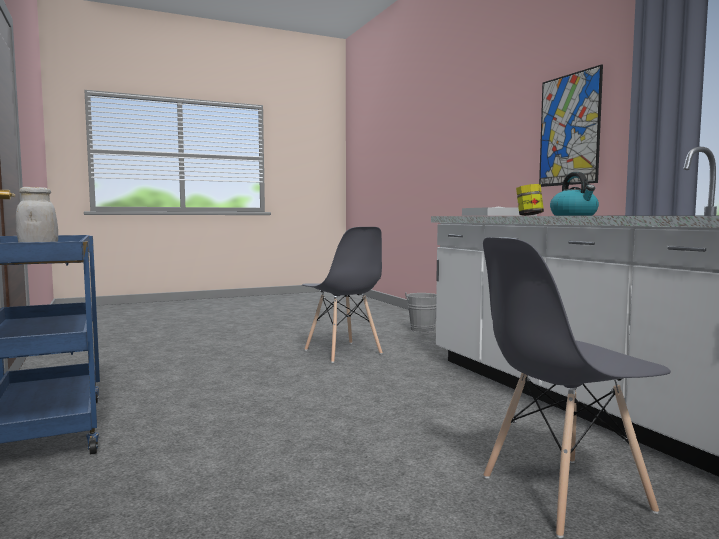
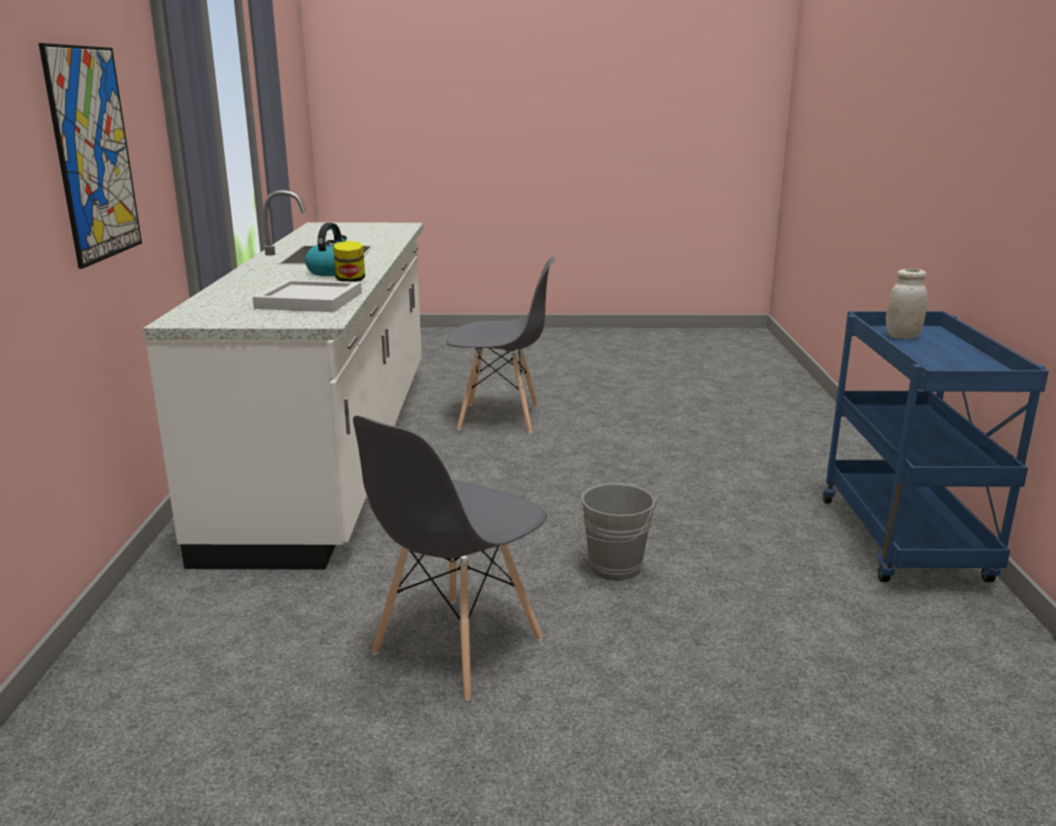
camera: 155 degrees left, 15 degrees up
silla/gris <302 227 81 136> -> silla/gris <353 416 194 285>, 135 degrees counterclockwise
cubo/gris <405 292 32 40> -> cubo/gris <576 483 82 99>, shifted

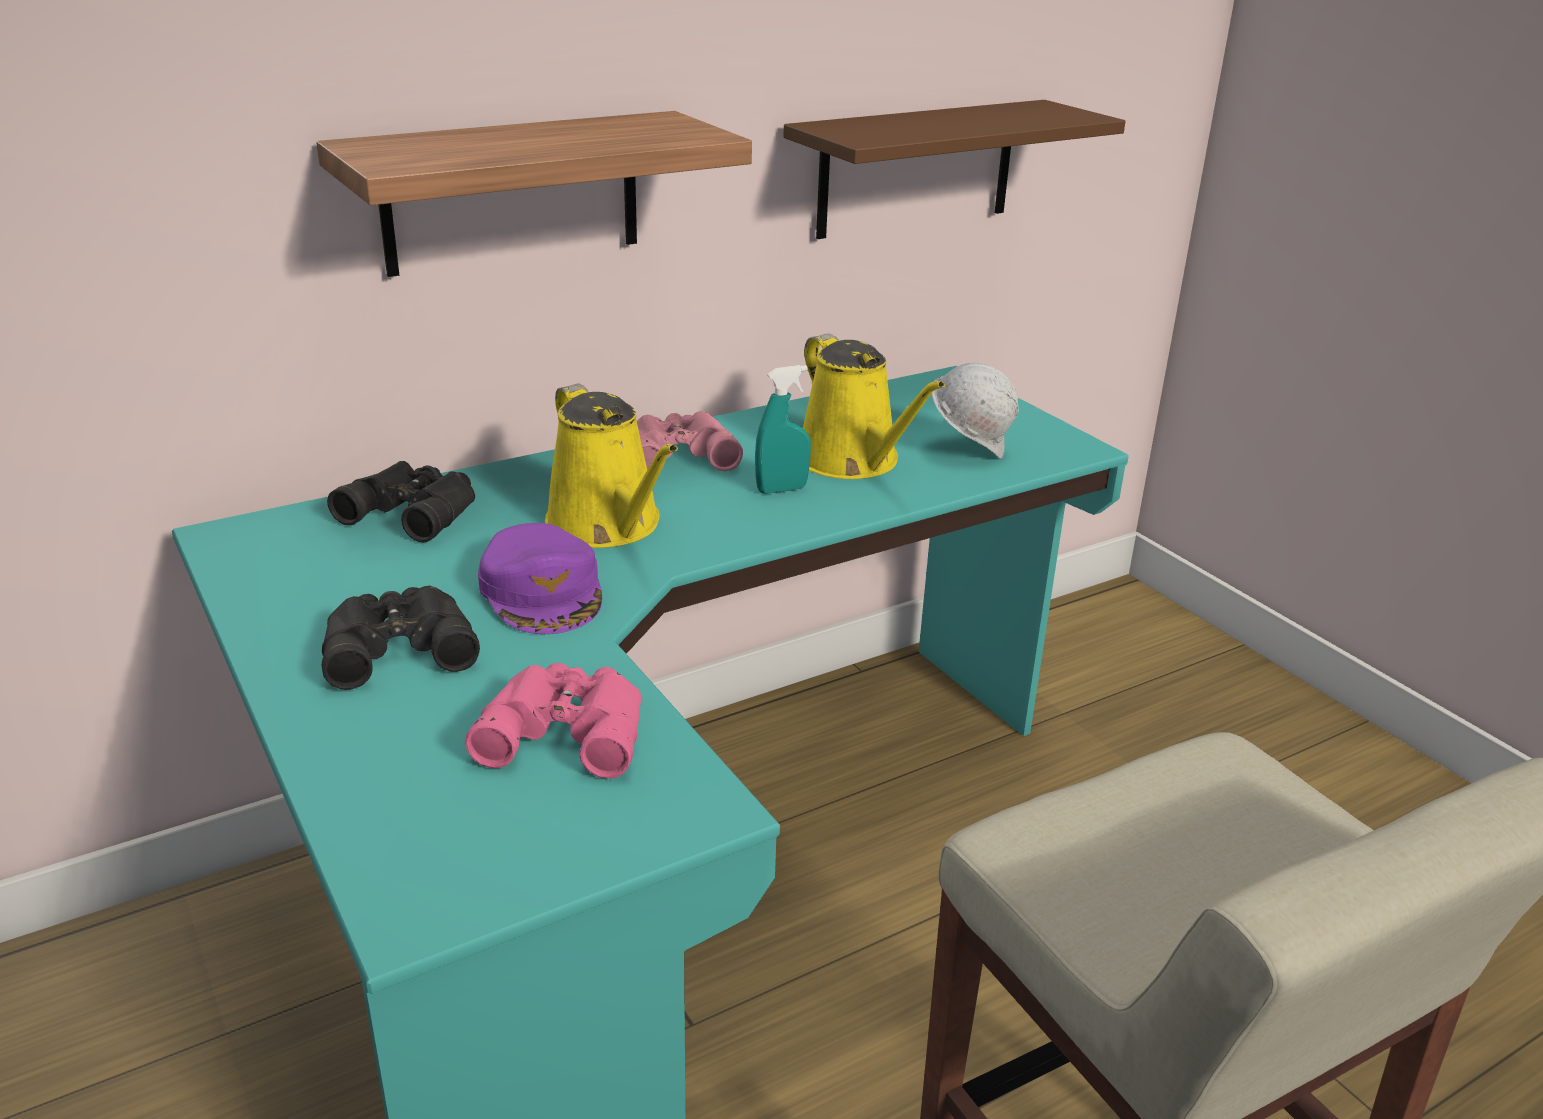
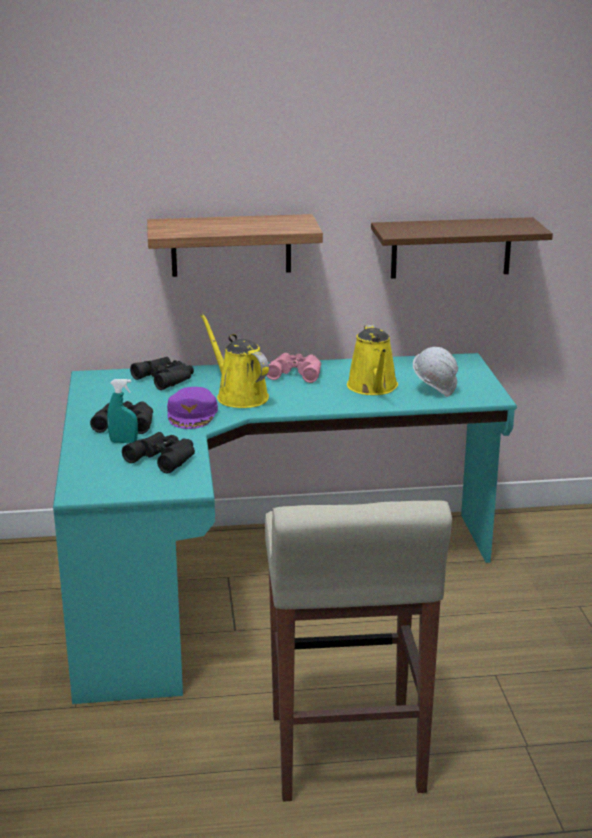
camera: 25 degrees right, 5 degrees down
pulverizador/turquesa <755 365 56 129> -> pulverizador/turquesa <107 379 31 64>, shifted
prismáticos/rosa <465 663 177 115> -> prismáticos/negro <122 432 73 42>
regadera/amarillo <545 383 133 165> -> regadera/amarillo <200 314 69 94>, 150 degrees clockwise

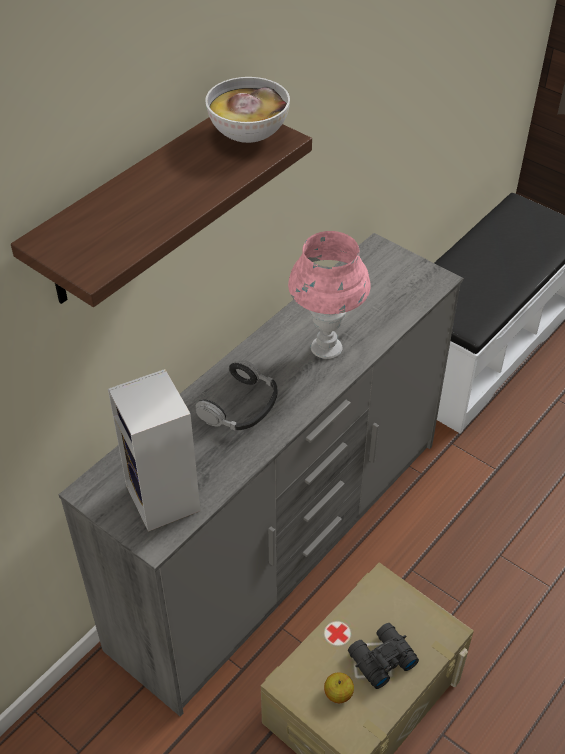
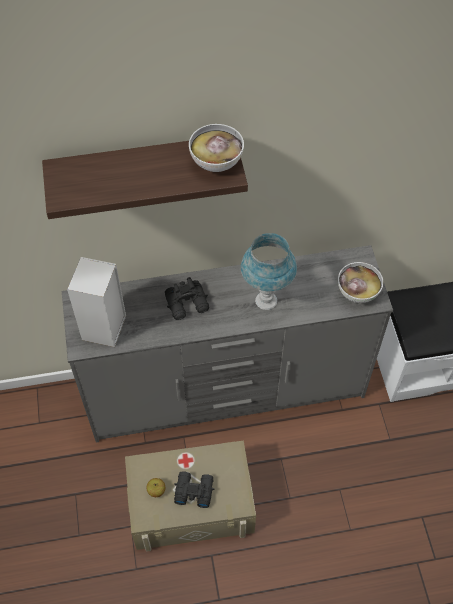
camera: 40 degrees right, 10 degrees up
auriculares <196 360 82 70> -> prismáticos/negro <165 277 44 43>
lámpara de mesa/rosa <288 231 82 128> -> lámpara de mesa/azul <241 233 56 77>
none -> cuenco <338 262 45 41>

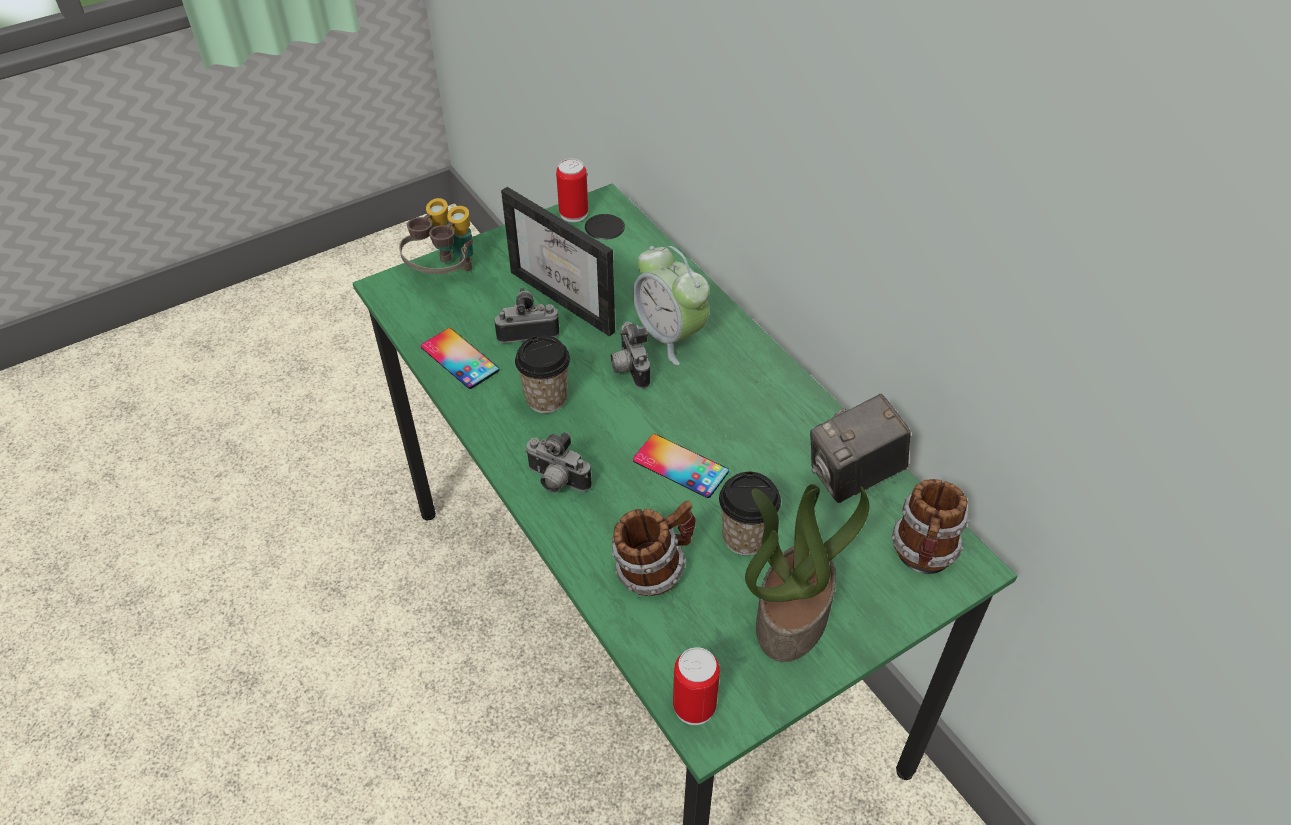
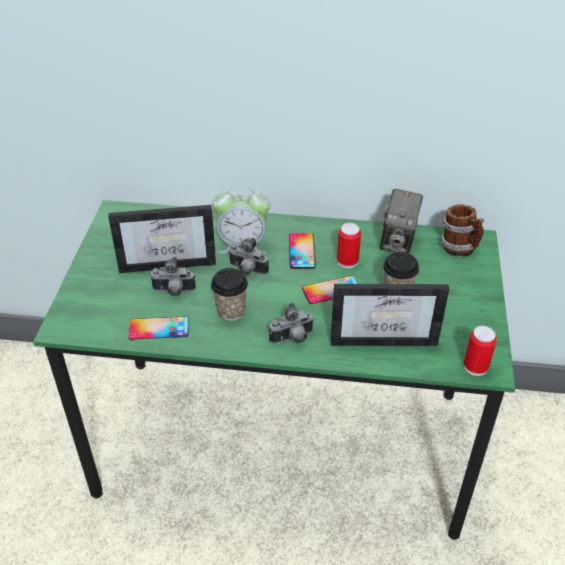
camera: 50 degrees left, 5 degrees down
cámara <494 287 66 56> -> cámara <150 257 46 39>, 120 degrees counterclockwise
none -> móvil <289 233 27 36>
taza grande <612 501 84 95> -> portarretratos <331 284 118 62>
lata <556 158 32 64> -> lata <337 223 24 45>, shifted
prismáticos <399 198 74 76> -> none
planta en maceta <745 484 124 178> -> none

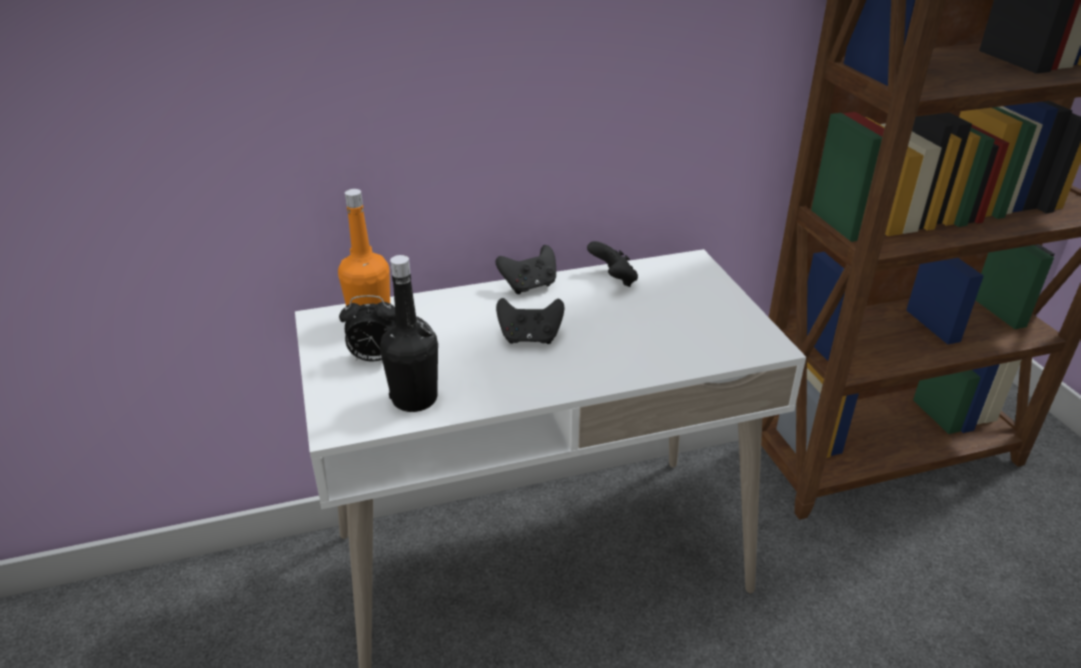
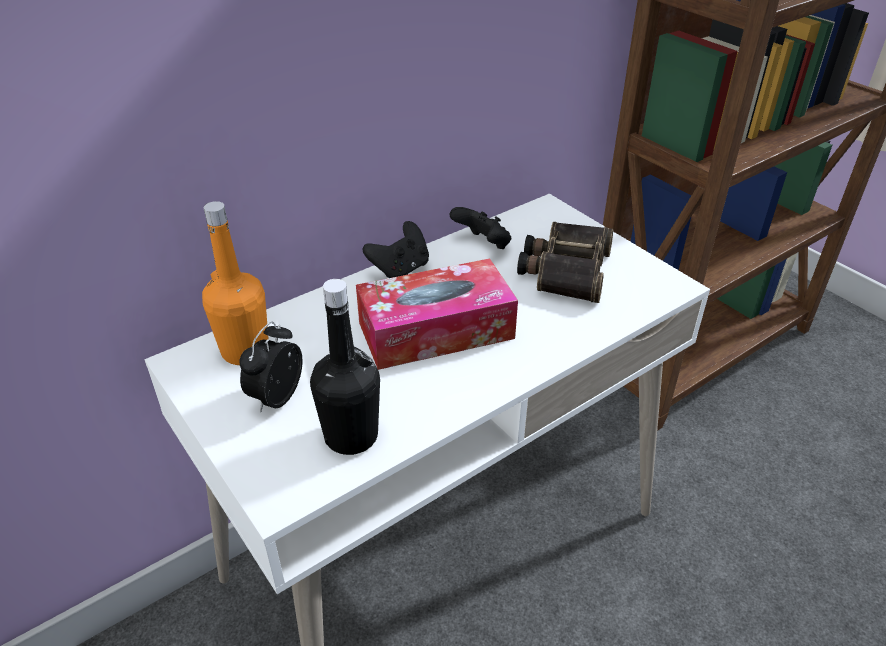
camera: 20 degrees left, 5 degrees up
despertador <339 295 57 67> -> despertador <239 322 64 90>, 135 degrees clockwise
mando de consola/negro <496 298 68 46> -> caja de pañuelos <356 259 162 111>
none -> prismáticos <517 222 96 81>

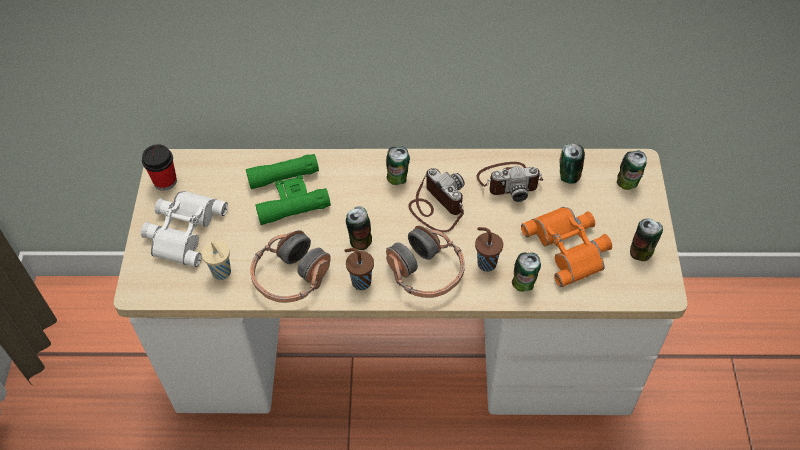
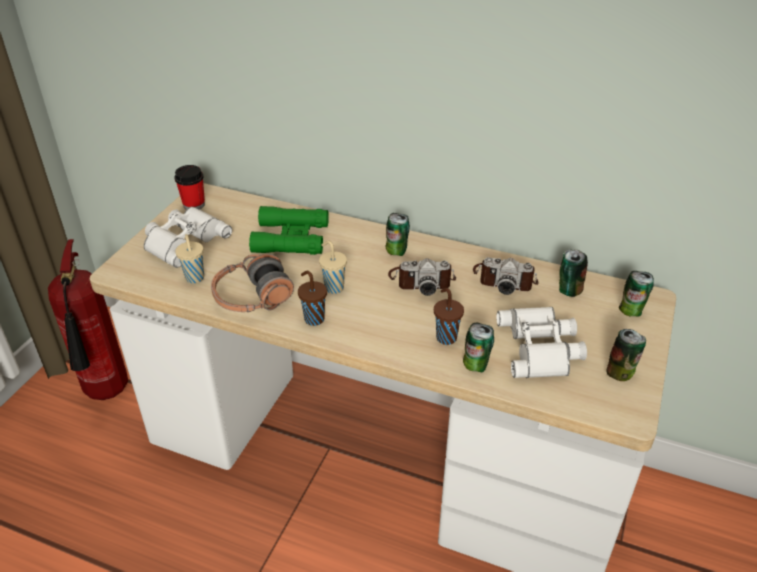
camera: 20 degrees right, 15 degrees down
none -> extintor <48 239 80 161>
lata <346 206 26 44> -> taza/beis <319 240 28 54>
cámara <409 168 56 64> -> cámara <388 258 68 38>, 105 degrees clockwise
prismáticos/naranja <521 207 91 80> -> prismáticos/blanco <496 307 91 71>
auriculares <386 225 79 73> -> none

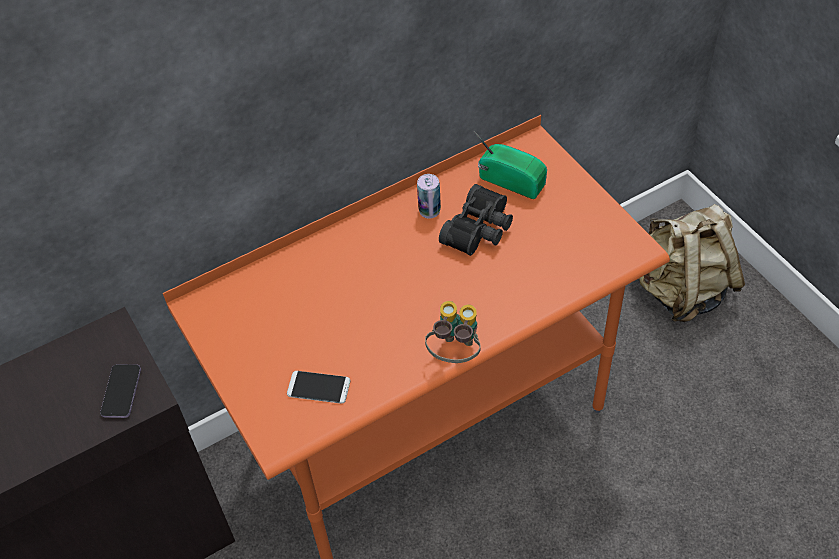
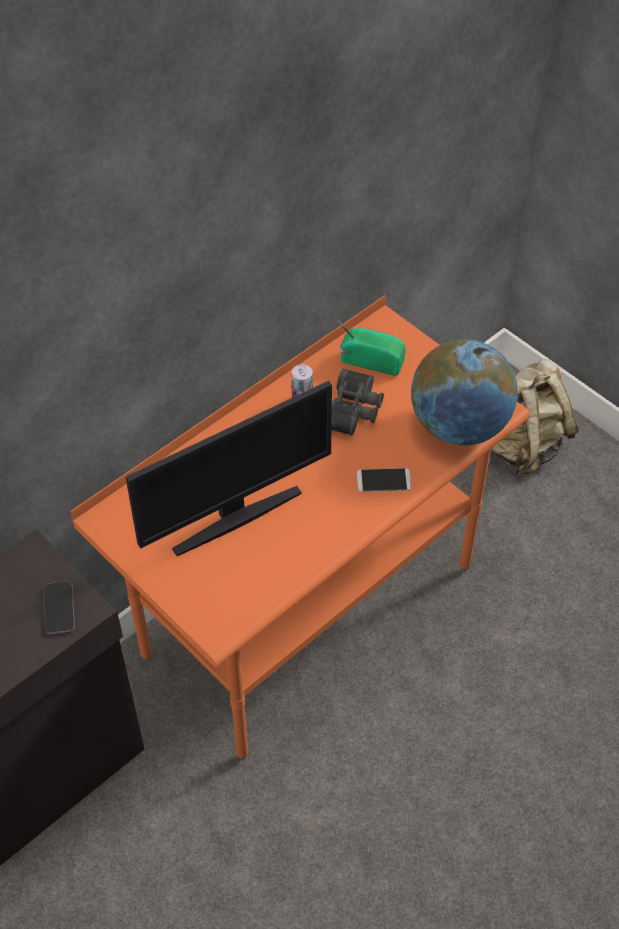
camera: 15 degrees left, 0 degrees up
none -> monitor <126 381 206 175>
móvil <287 371 64 33> -> móvil <357 468 55 24>, shifted
none -> globo terráqueo <411 339 107 106>
prismáticos <425 301 56 62> -> none

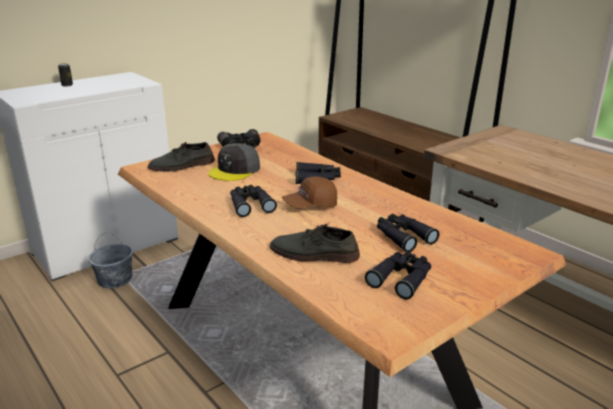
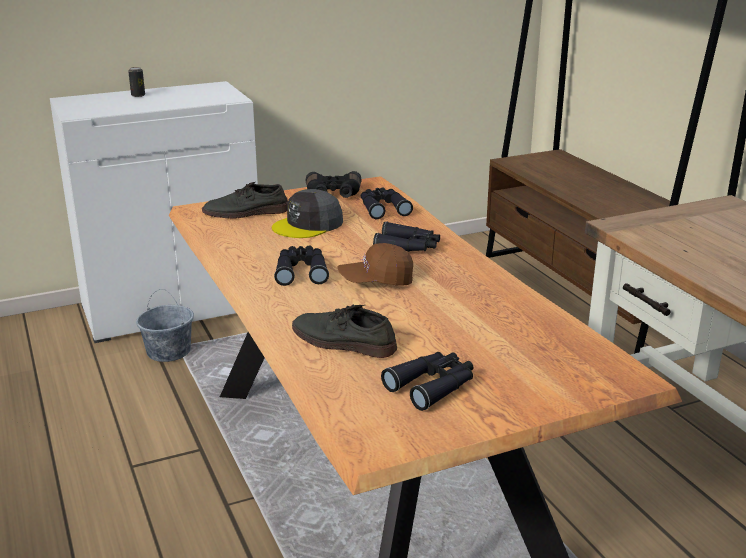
camera: 15 degrees right, 0 degrees up
prismáticos/negro <377 214 62 38> -> prismáticos/negro <361 187 52 32>, shifted

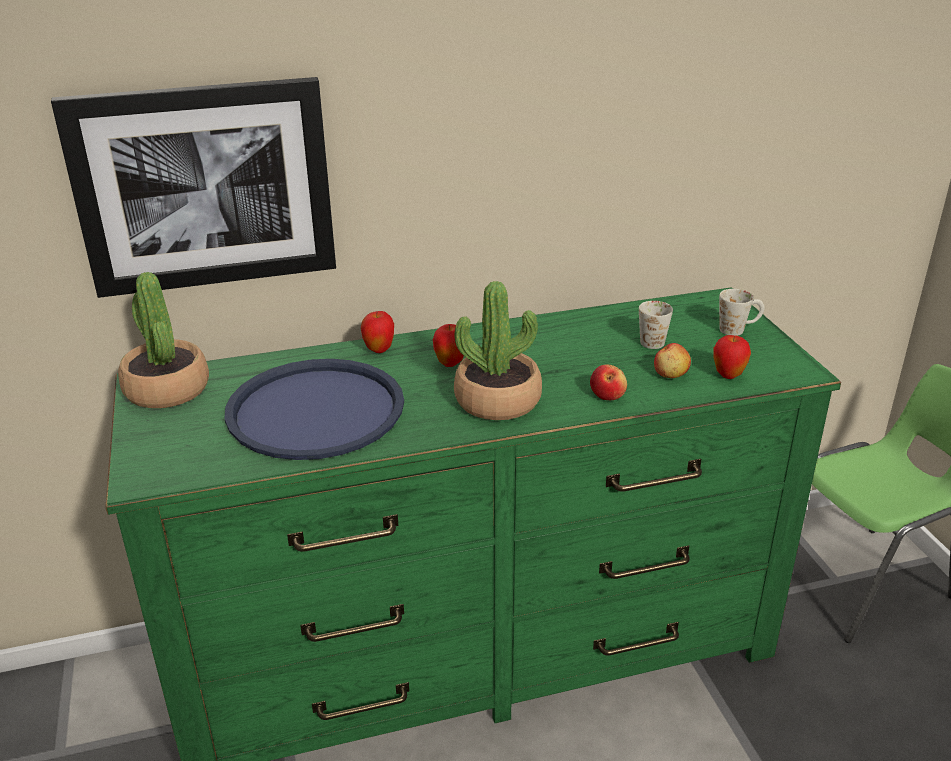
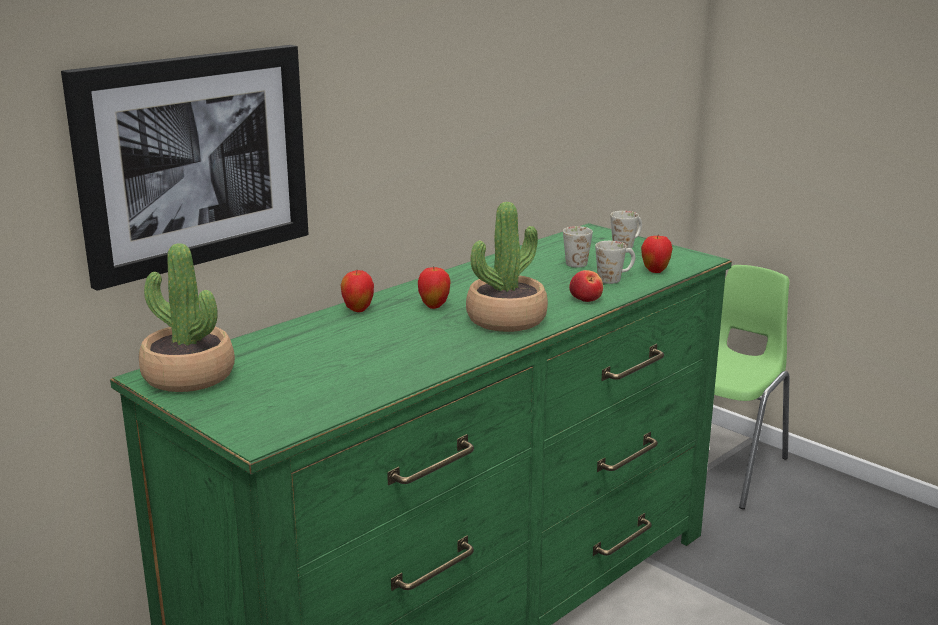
camera: 30 degrees left, 10 degrees down
manzana <654 343 37 35> -> taza grande/blanco <595 241 40 43>
bandeja/azul <224 359 180 101> -> none

